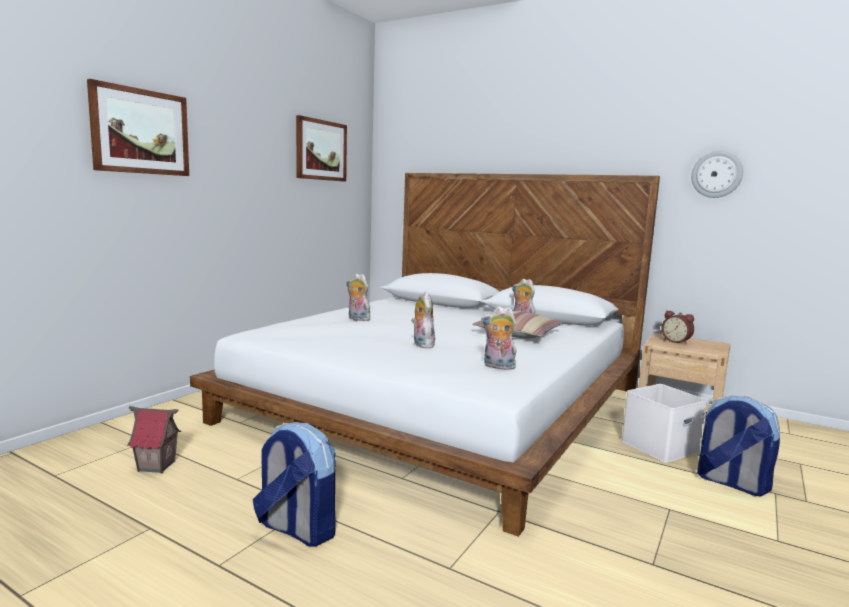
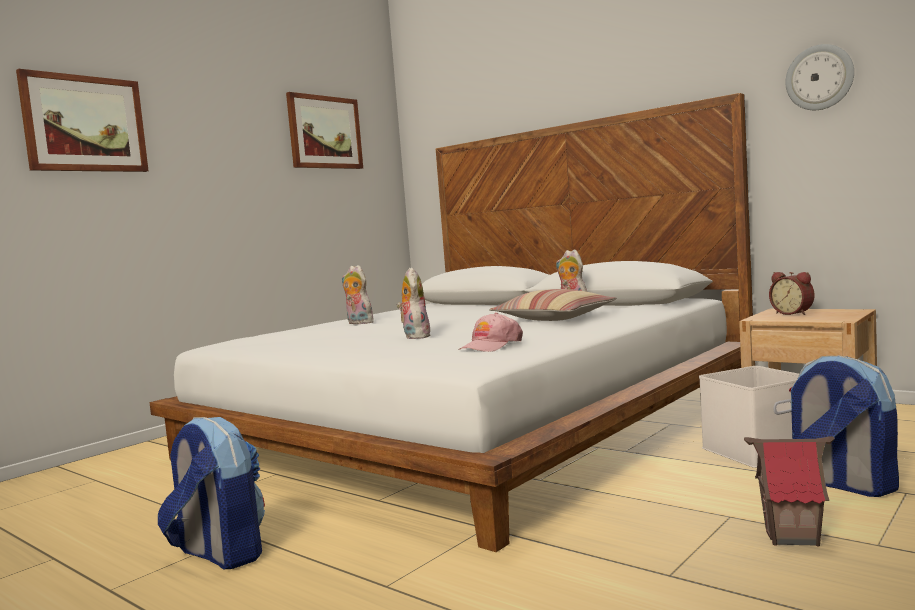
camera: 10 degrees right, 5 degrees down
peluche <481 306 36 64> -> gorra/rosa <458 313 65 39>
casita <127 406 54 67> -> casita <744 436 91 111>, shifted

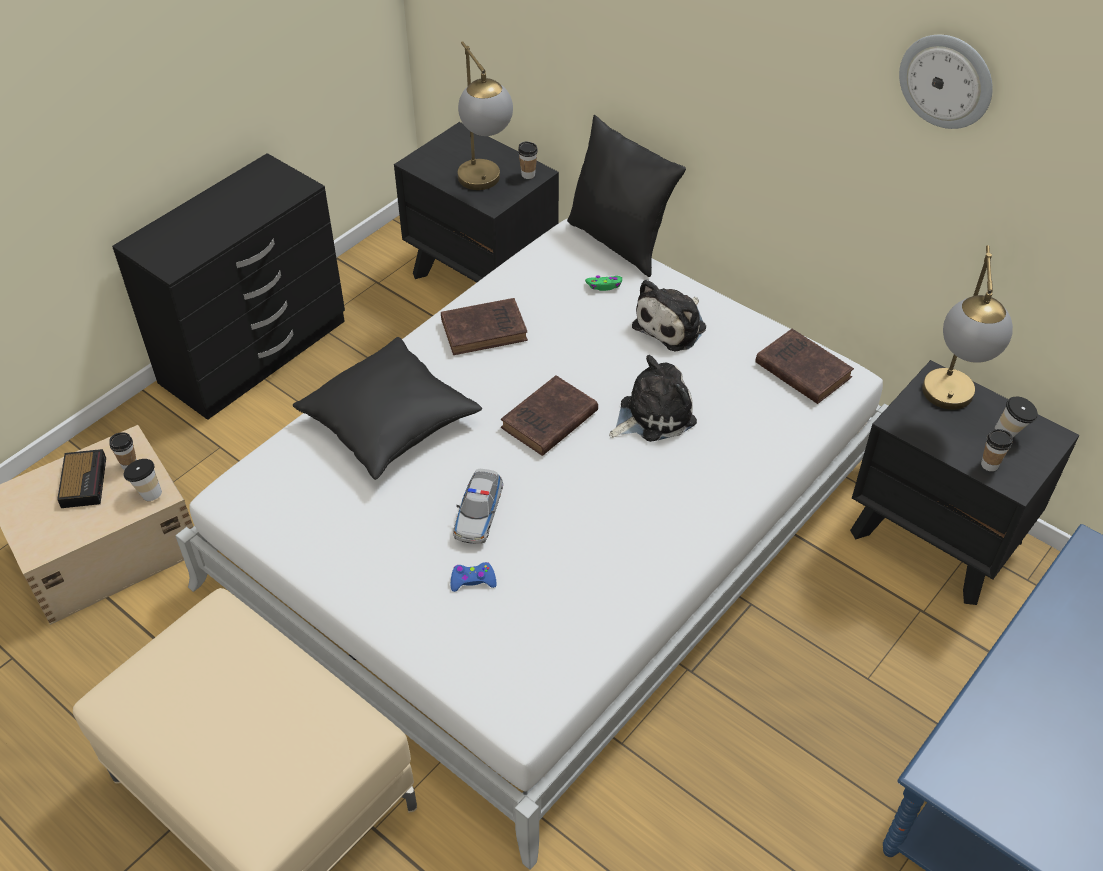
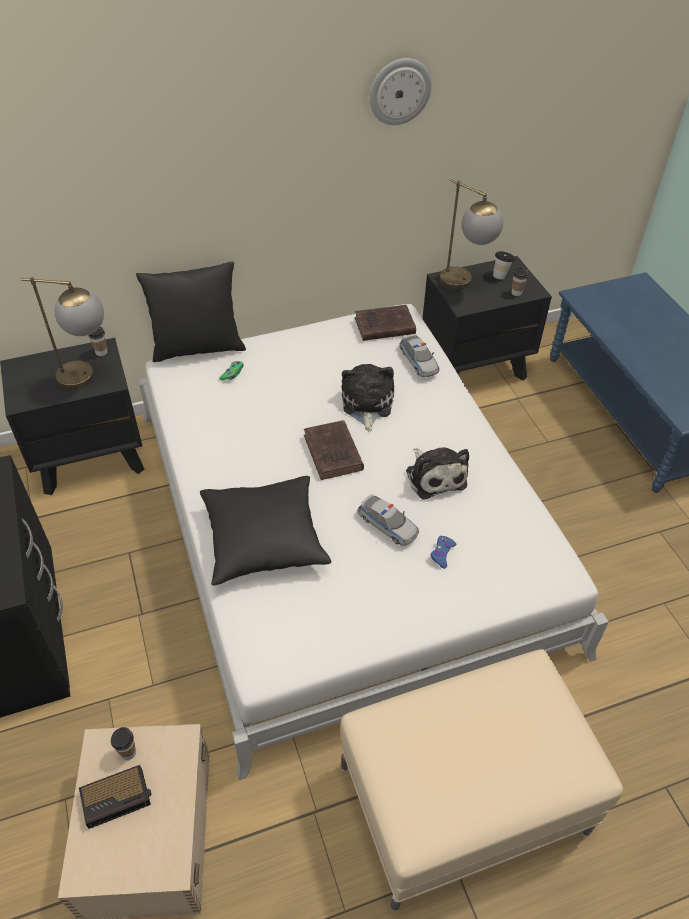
camera: 60 degrees left, 0 degrees up
despertador <57 449 49 59> -> despertador <79 765 73 64>, 135 degrees clockwise
none -> coche de juguete <400 334 40 43>
peluche <632 279 74 72> -> peluche <406 447 63 53>, shifted
taza <123 459 39 42> -> none
libro/marrón <441 298 87 57> -> none

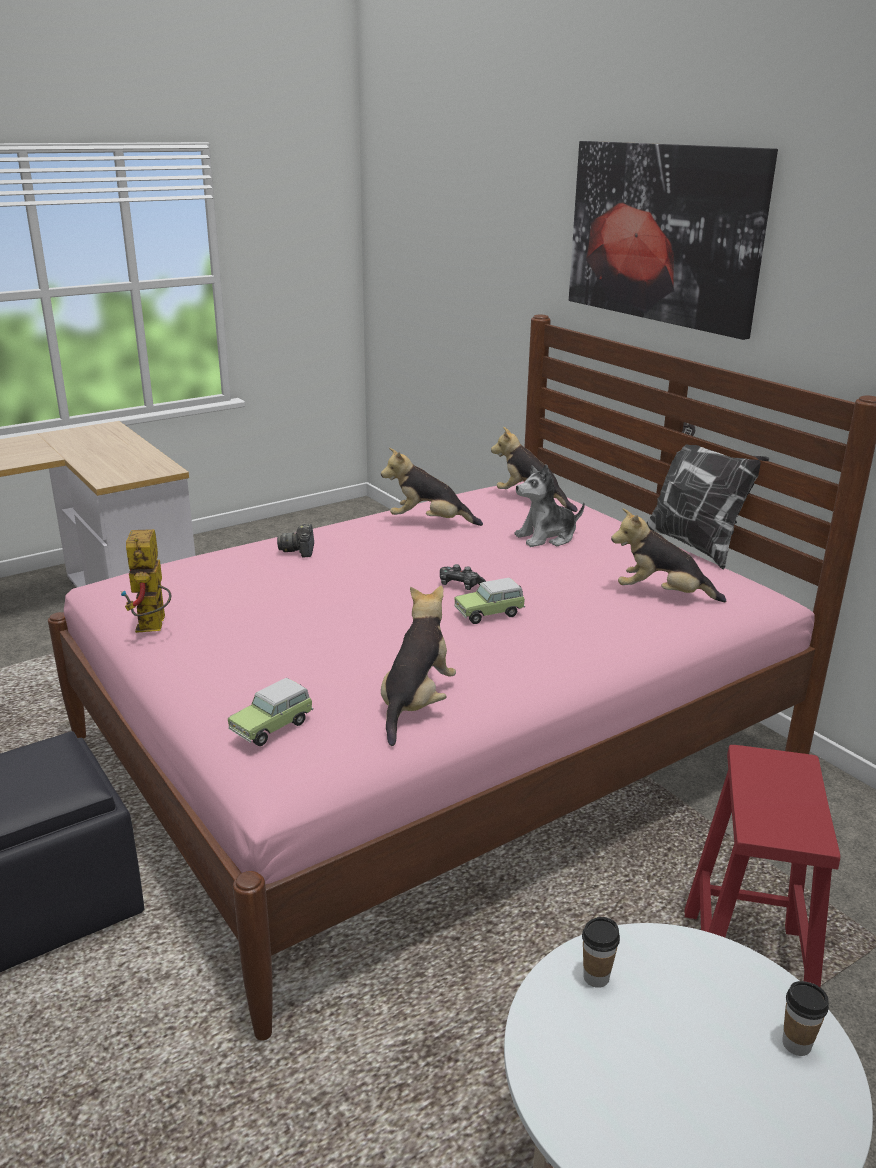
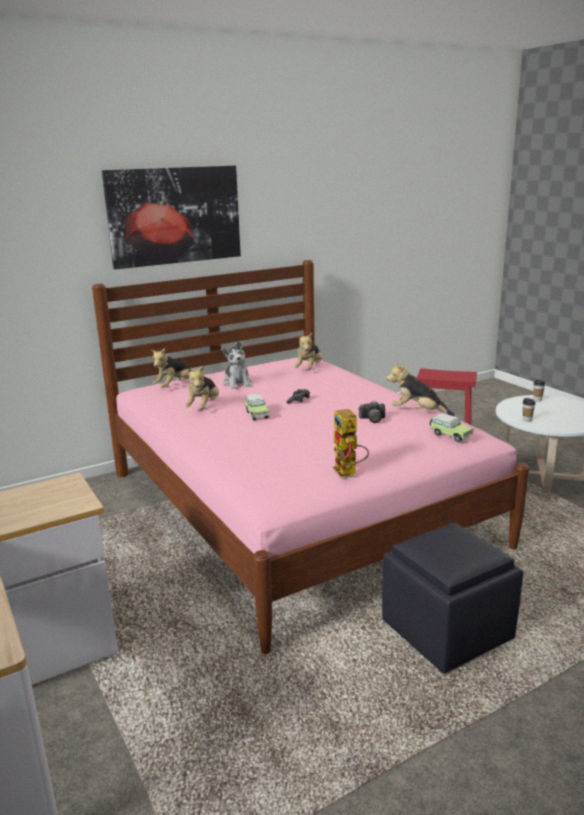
camera: 85 degrees left, 5 degrees down
coche de juguete <454 578 71 46> -> coche de juguete <245 394 25 26>, shifted
robot de juguete <120 529 51 104> -> robot de juguete <333 409 36 68>, 75 degrees clockwise
cámara <277 524 37 34> -> cámara <359 401 26 22>, shifted
cojín <647 422 122 147> -> none

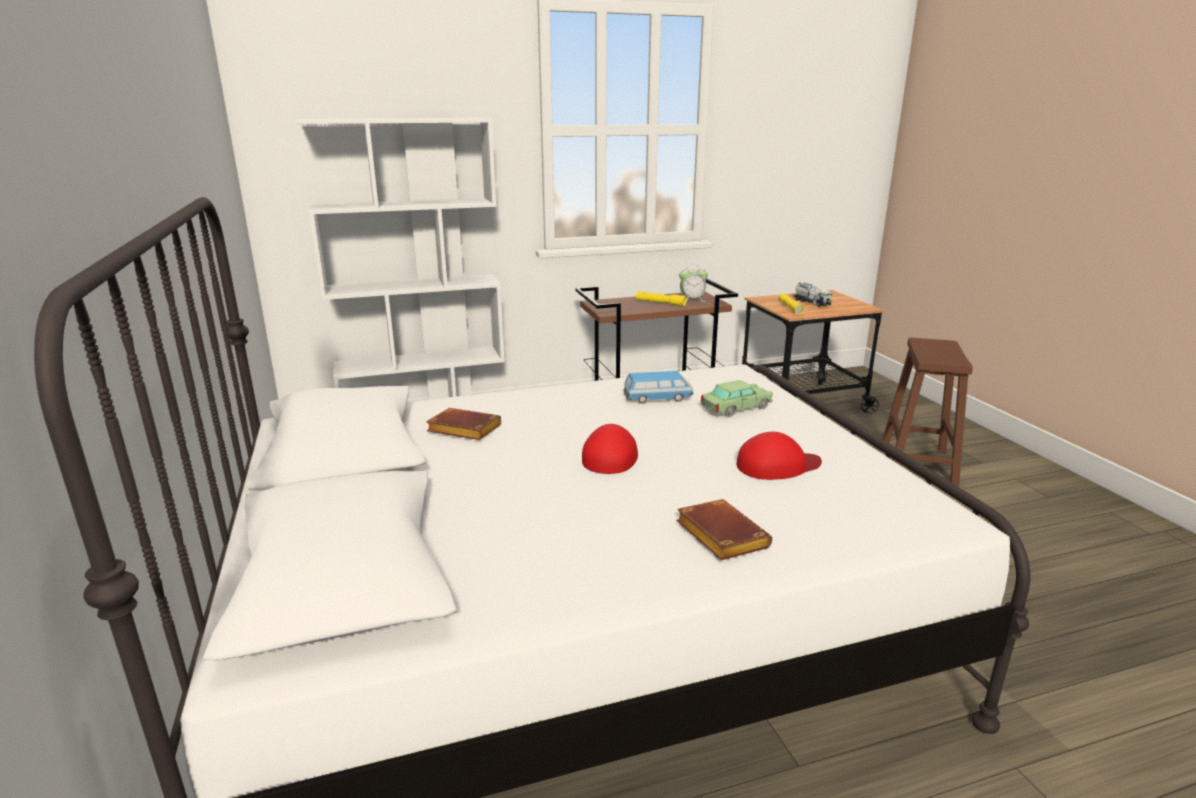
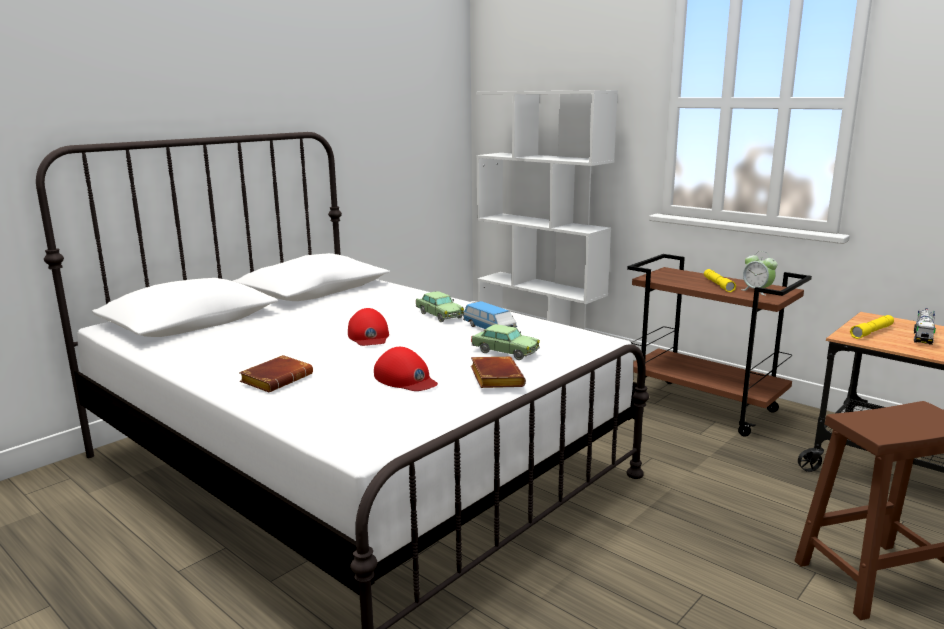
camera: 60 degrees right, 5 degrees down
gorra/rojo <582 424 56 50> -> gorra/rojo <348 308 41 38>, 90 degrees clockwise
none -> coche de juguete <416 291 48 31>
libro/marrón <426 408 75 32> -> libro/marrón <471 357 55 31>, shifted

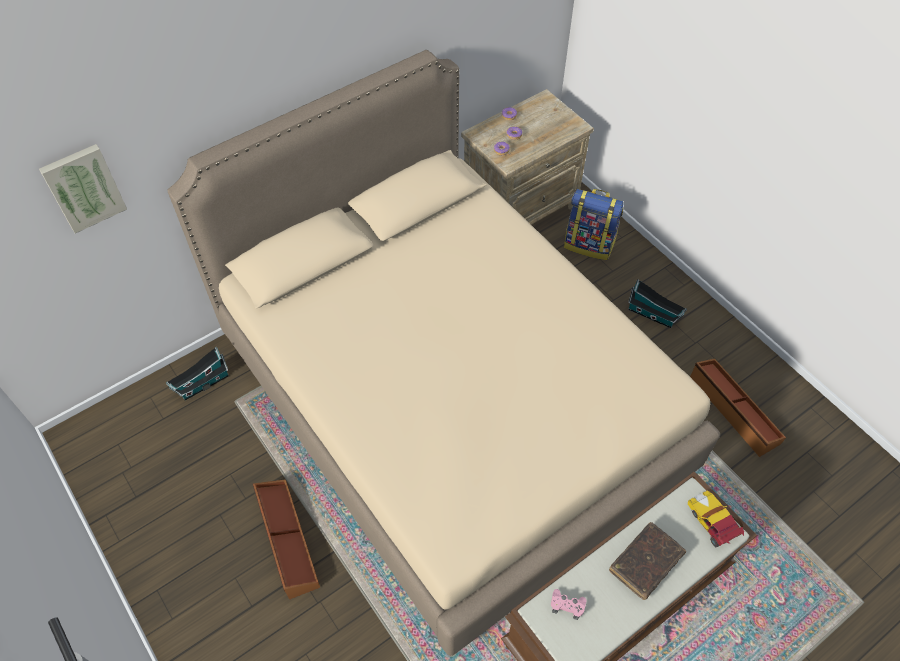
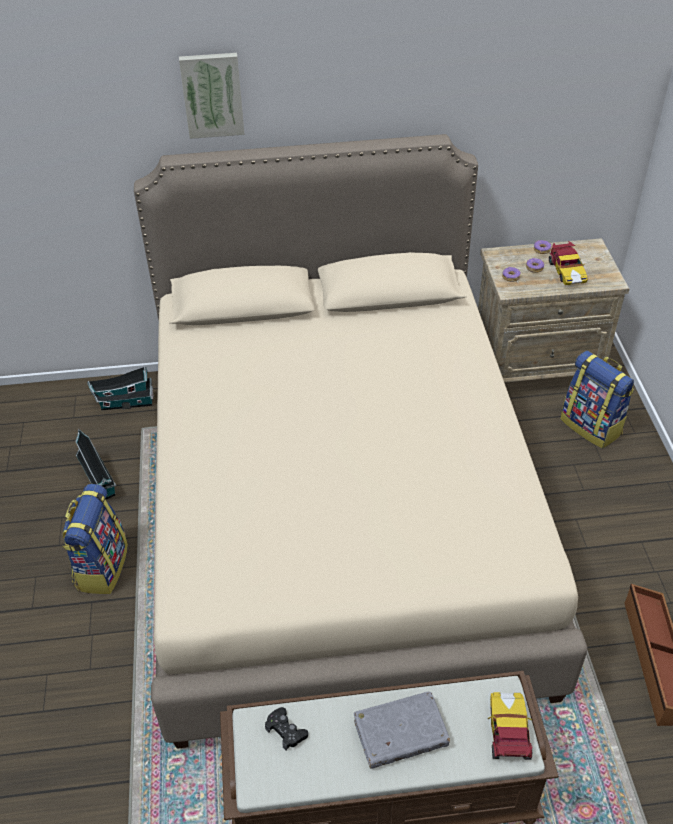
camera: 30 degrees right, 10 degrees down
caja de almacenaje/marrón <253 480 67 120> -> mochila <63 484 65 110>
casita <628 279 59 49> -> casita <75 429 41 71>, shifted
cuadro <39 144 88 89> -> cuadro <179 53 66 86>, shifted
mando de consola/rosa <551 589 35 31> -> mando de consola/negro <265 707 43 43>
libro/marrón <609 522 77 78> -> libro/gris <354 692 96 76>
none -> coche de juguete <549 241 39 44>

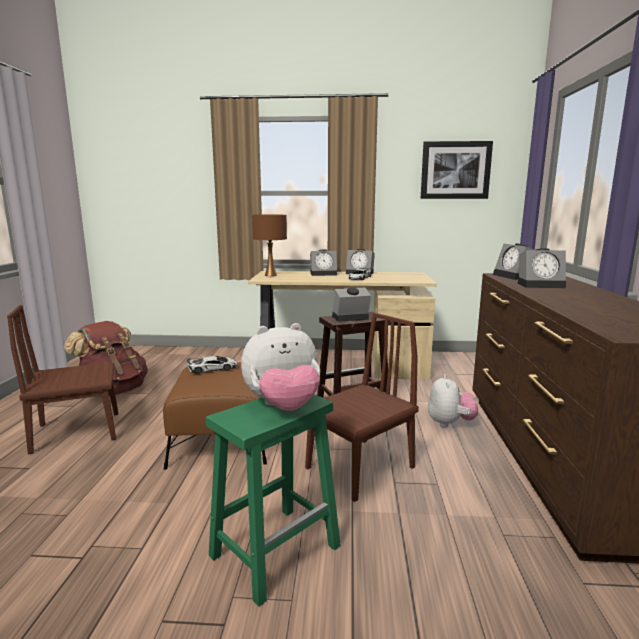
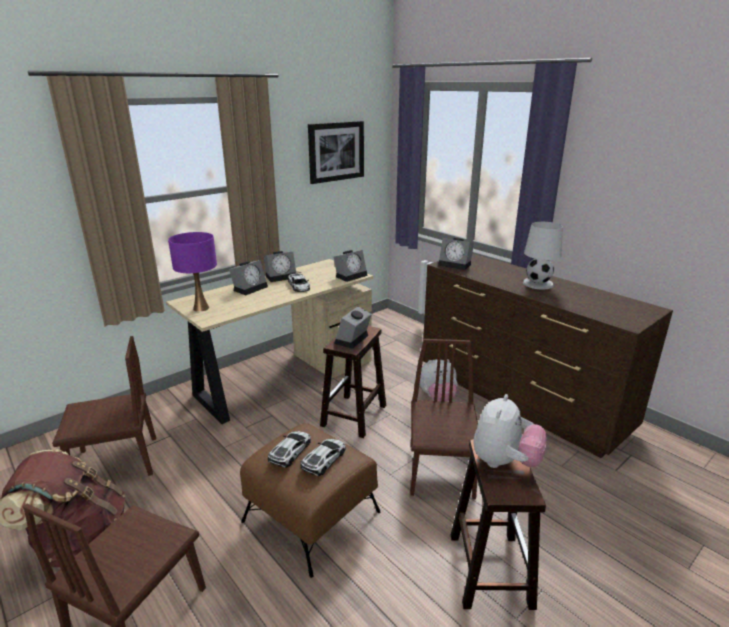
camera: 45 degrees left, 10 degrees up
none -> silla/marrón <52 336 104 140>
lámpara de mesa/marrón <252 214 35 63> -> lámpara de mesa/morado <168 232 49 80>
none -> coche de juguete <301 439 45 37>
despertador <518 248 48 40> -> despertador <333 250 34 32>, shifted
peluche <428 374 50 54> -> peluche <419 359 39 43>, 120 degrees clockwise
taburete/verde <206 394 135 213> -> taburete/marrón <451 439 95 171>
none -> lámpara de mesa/blanco <523 222 40 67>

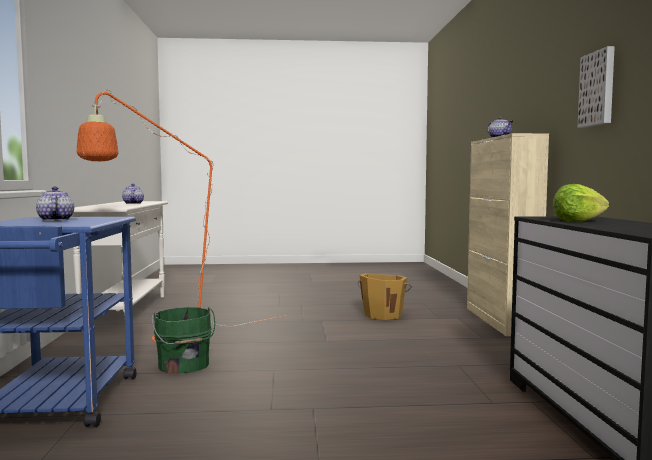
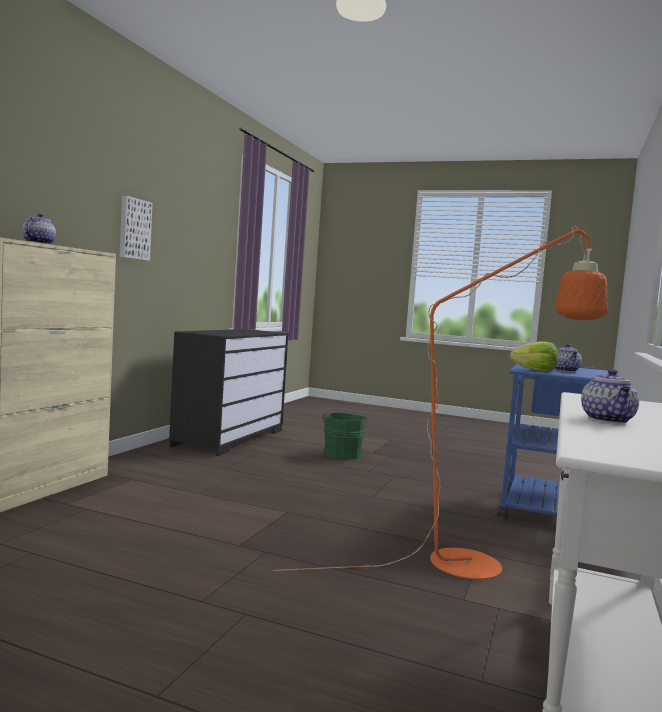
camera: 155 degrees left, 0 degrees up
cubo/verde <151 307 64 66> -> cubo/verde <323 412 45 48>, shifted
lechuga <553 184 56 38> -> lechuga <509 341 49 31>, shifted
cubo/naranja <357 273 55 47> -> none

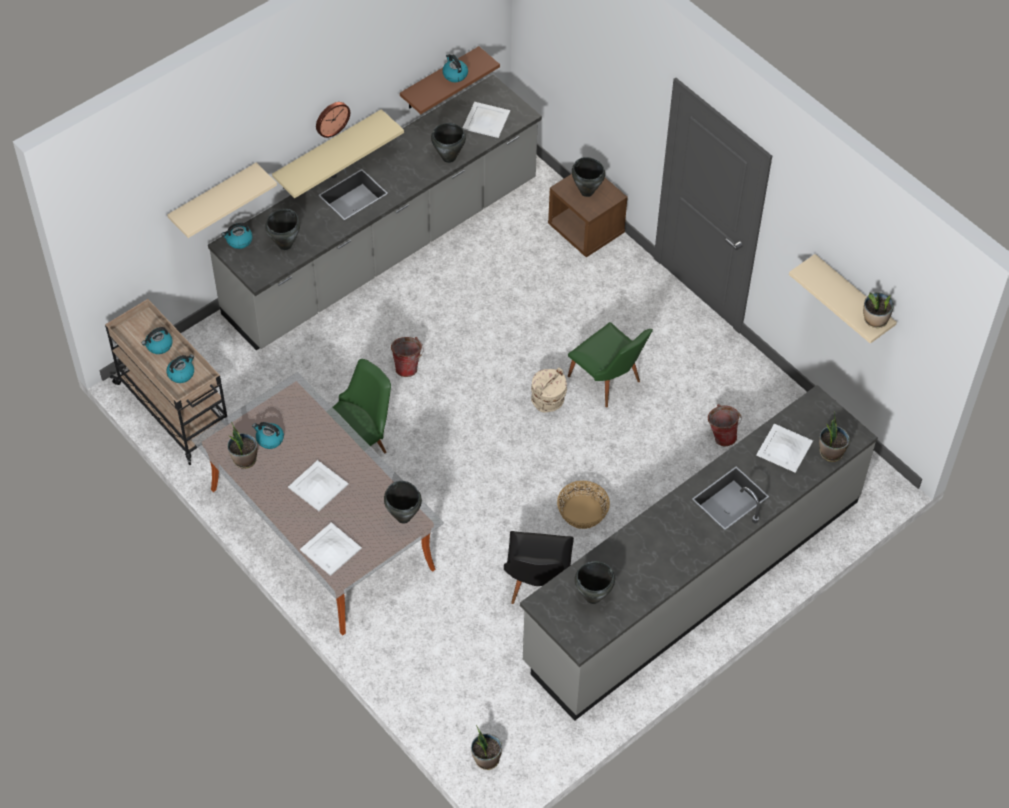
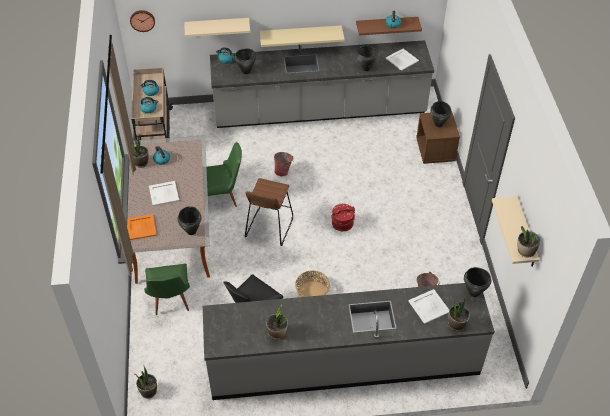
camera: 35 degrees right, 5 degrees down
bandeja/blanco <300 522 62 54> -> bandeja/naranja <127 214 29 26>
reloj de pared <316 102 34 36> -> reloj de pared <130 10 25 22>, shifted
silla/verde <568 322 85 85> -> silla/verde <144 264 46 51>, shifted
none -> taburete/marrón <245 178 48 68>
none -> planta en maceta <266 304 22 35>
cubo/beis <531 368 36 44> -> cubo/rojo <331 204 24 27>
olla/negro <575 561 40 43> -> olla/negro <464 267 27 30>, shifted

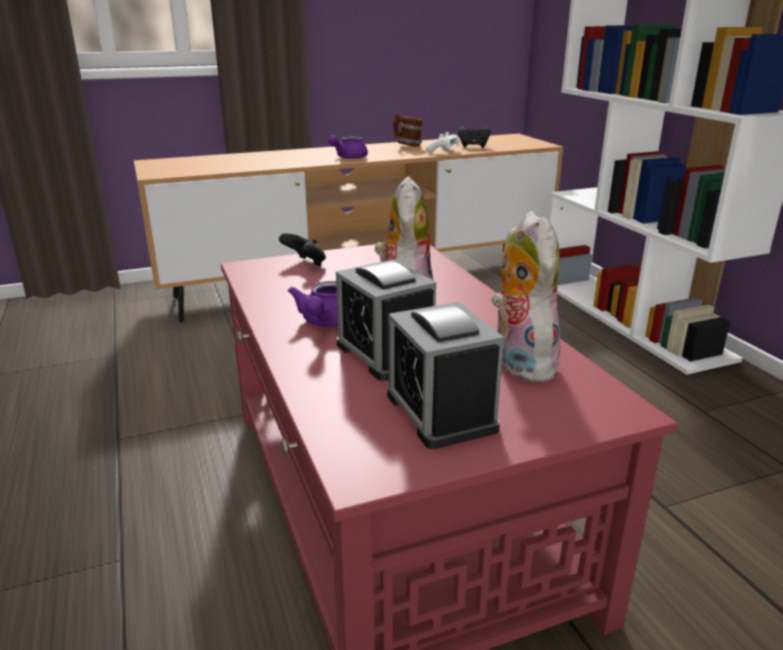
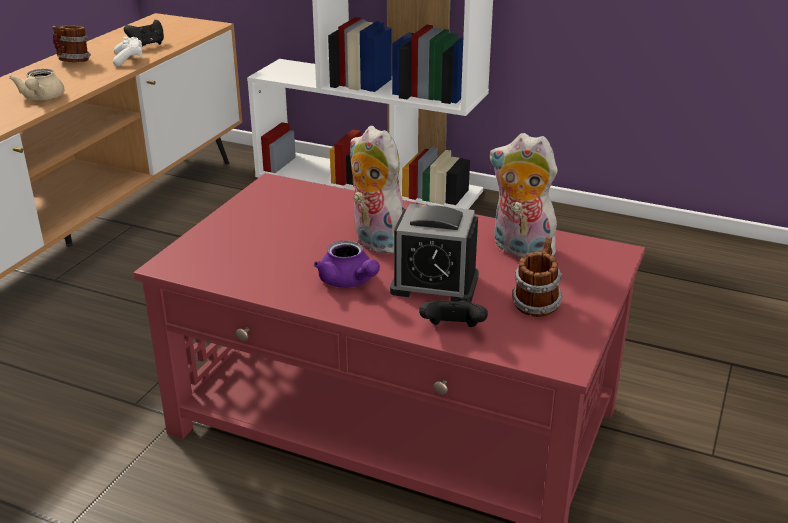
camera: 45 degrees left, 5 degrees up
tetera/morado <328 135 40 24> -> tetera/beis <9 69 55 31>
mando de consola/negro <279 233 47 33> -> mando de consola/negro <419 298 69 29>, shifted
despertador <387 302 117 147> -> taza grande <512 237 51 80>

